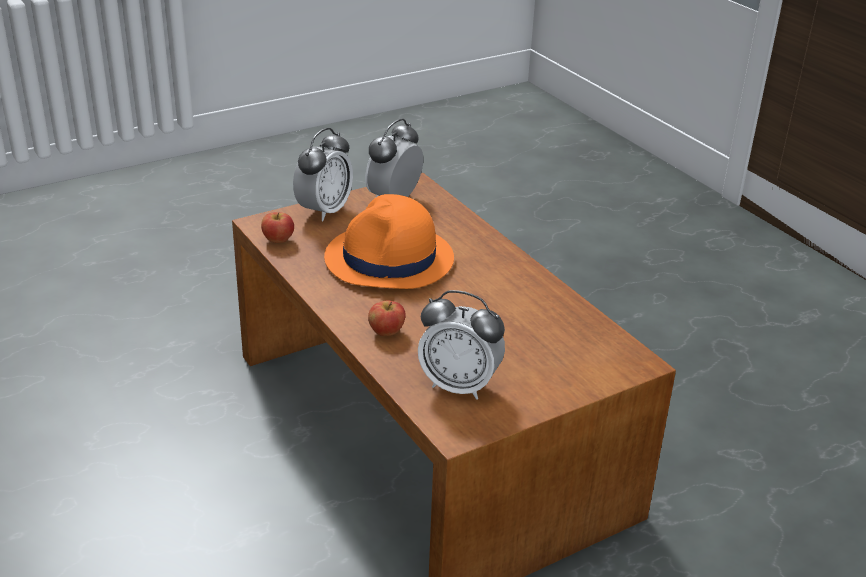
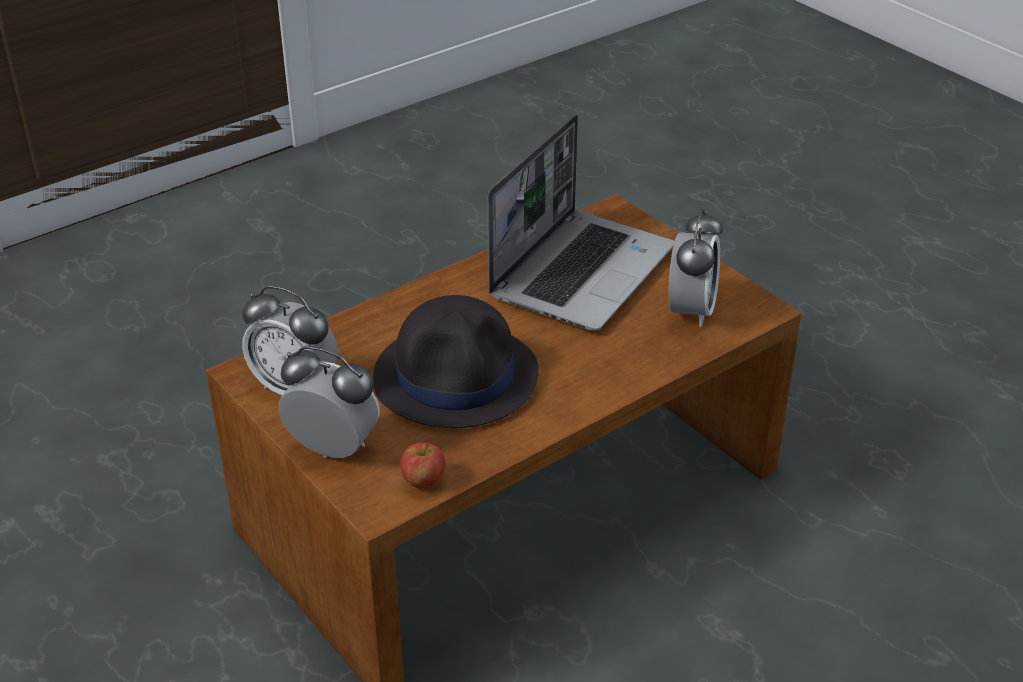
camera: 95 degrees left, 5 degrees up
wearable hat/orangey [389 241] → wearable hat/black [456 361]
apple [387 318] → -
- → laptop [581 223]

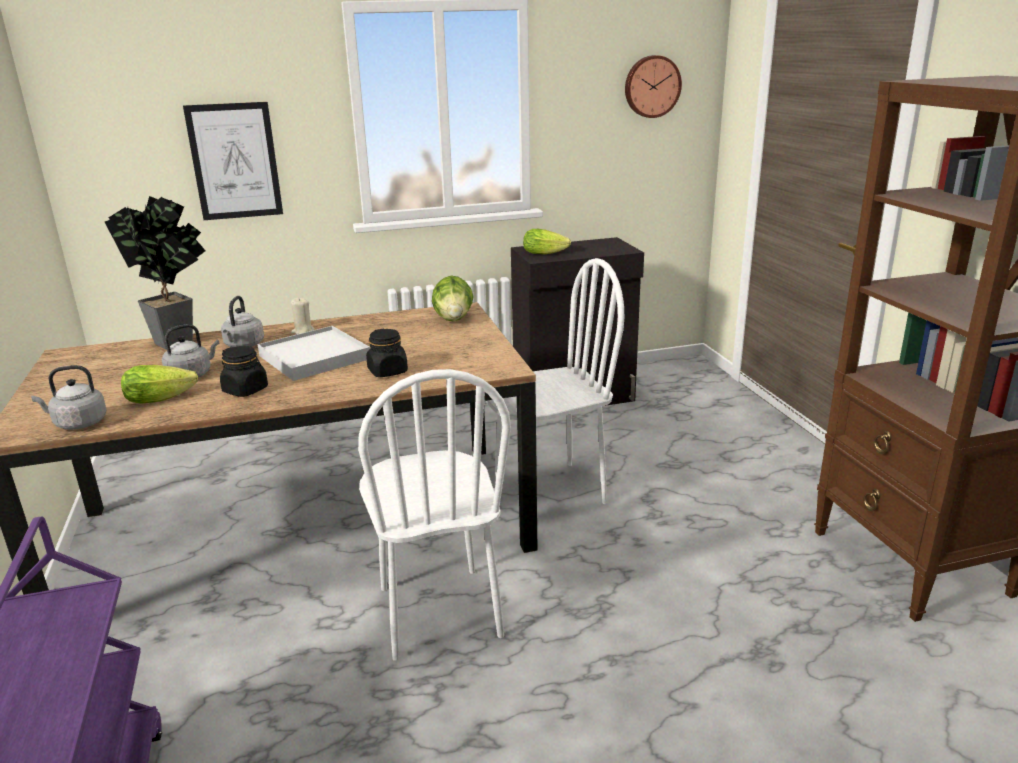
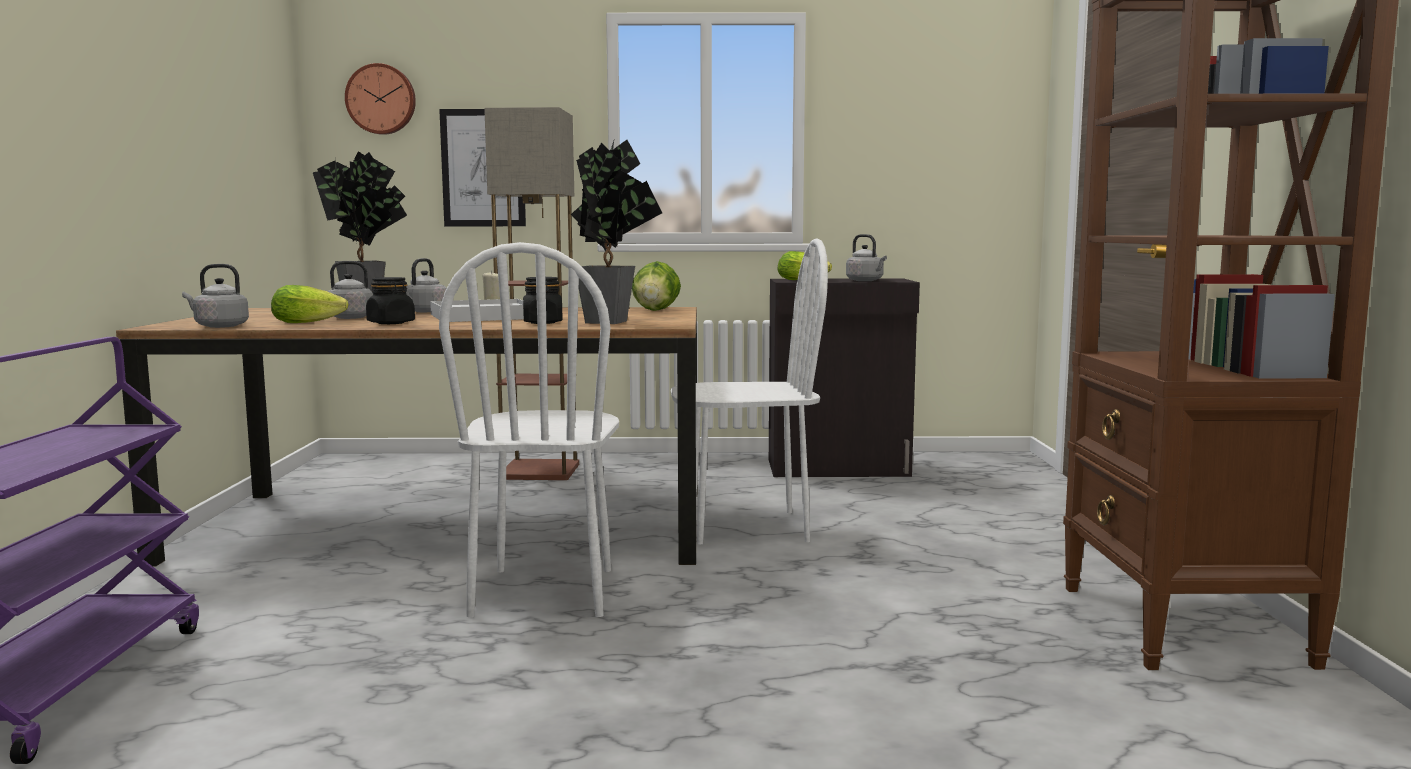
camera: 15 degrees right, 15 degrees down
clock on the wall [653 86] → clock on the wall [380 99], moved
- → floor lamp [531 293]
- → potted plant [616 231]
- → kettle/greyish [866 257]

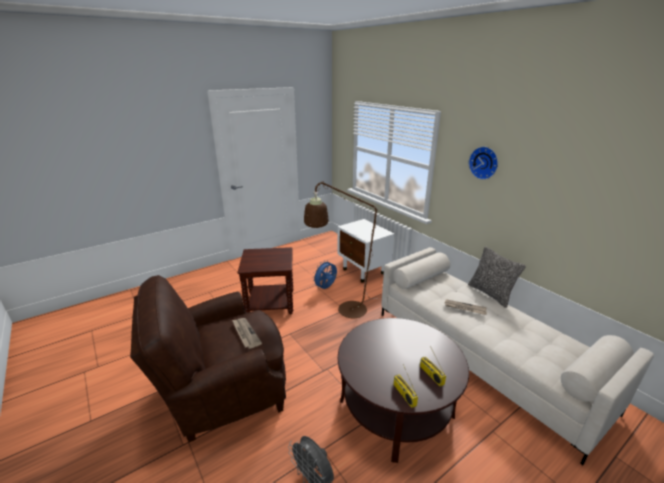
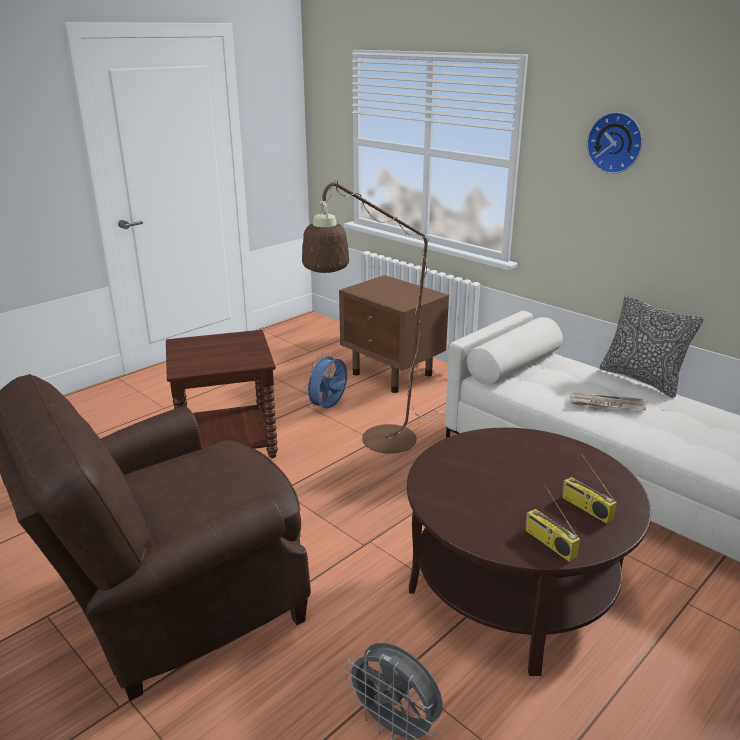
camera: 10 degrees left, 0 degrees up
printed paper [247 333] → -
nightstand/white [366 251] → nightstand/brown-coloured [394 334]

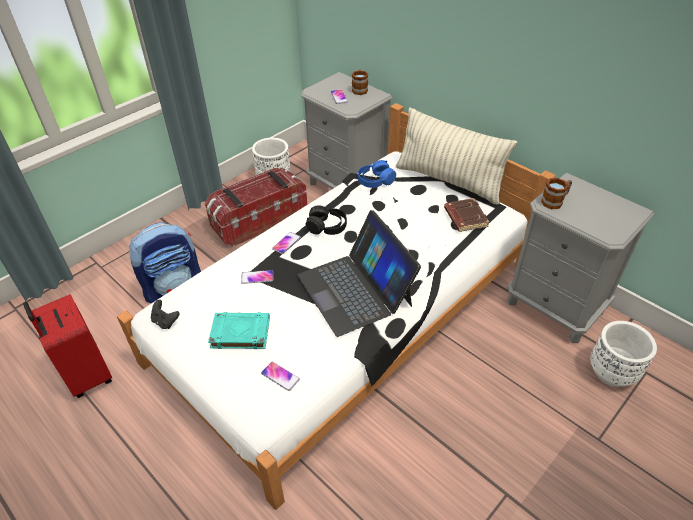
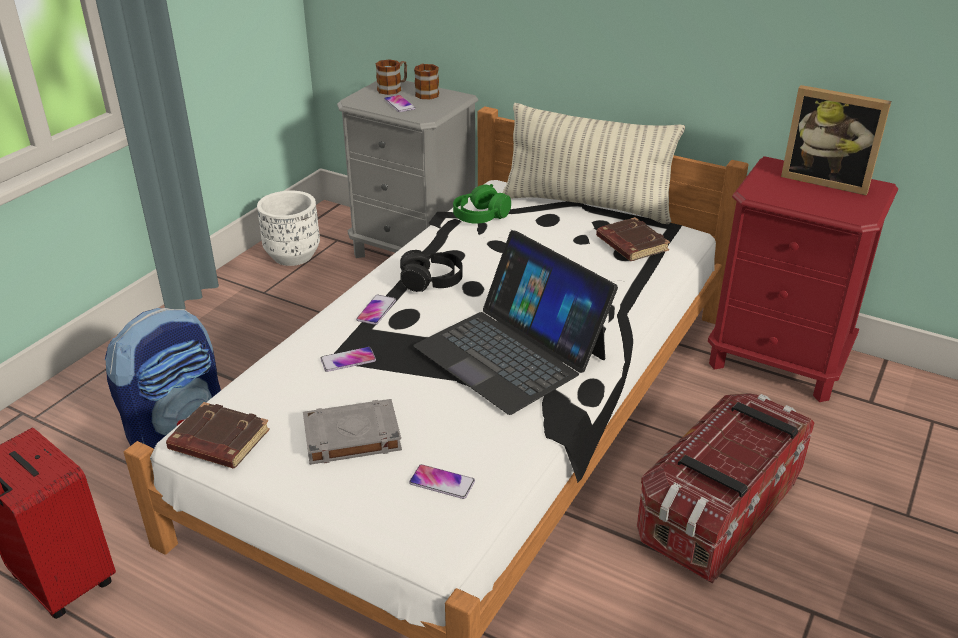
camera: 15 degrees left, 10 degrees down
gamepad/black [165 314] → bound book/brown-coloured [218 435]
storage container [256 207] → storage container [725 488], moved
bound book/turquoise-coloured [239 330] → bound book/greyish [352 432]
headset/blue [377 174] → headset/greenish [482 204]
nightstand/greyish [580 258] → nightstand/red [803 279]
tea mug [556 193] → tea mug [391 77], moved
flower pot/white [623 354] → -
- → standing frame [836 140]

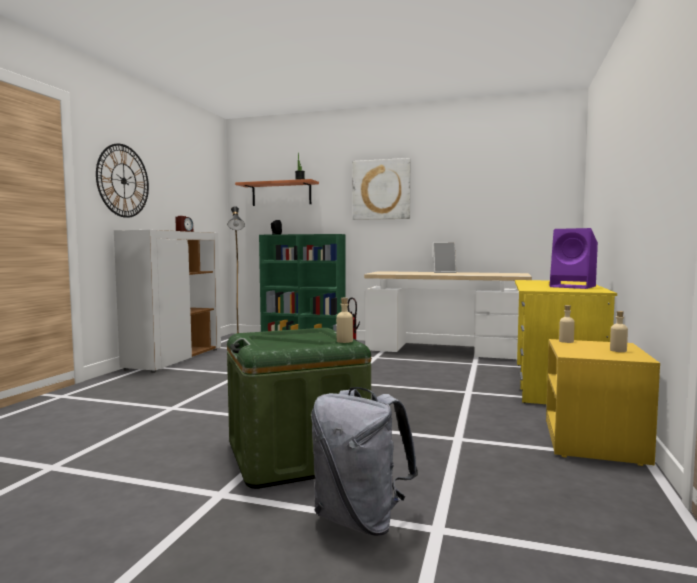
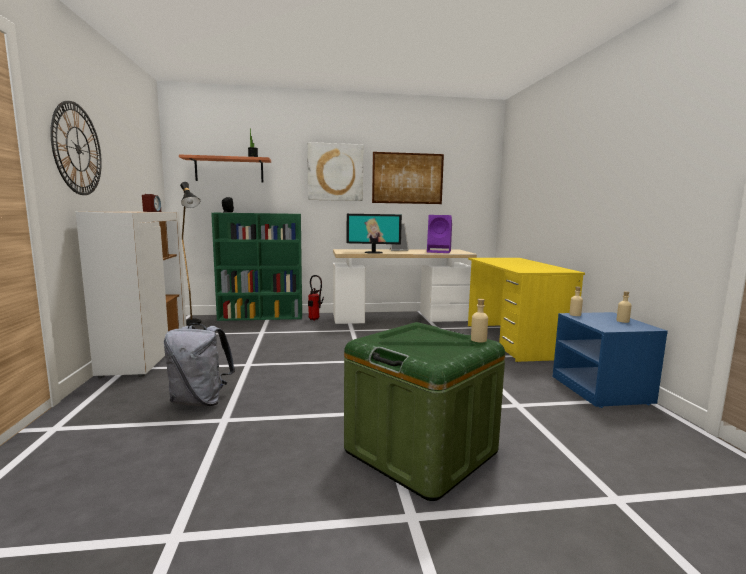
camera: 25 degrees left, 5 degrees up
rucksack/greyish [364 461] → rucksack/greyish [199 364], moved
nightstand/yellow [603 402] → nightstand/blue [610 360]
loudspeaker/purple-coloured [574 258] → loudspeaker/purple-coloured [439 234], moved
- → computer screen [374 234]
- → picture [408 178]

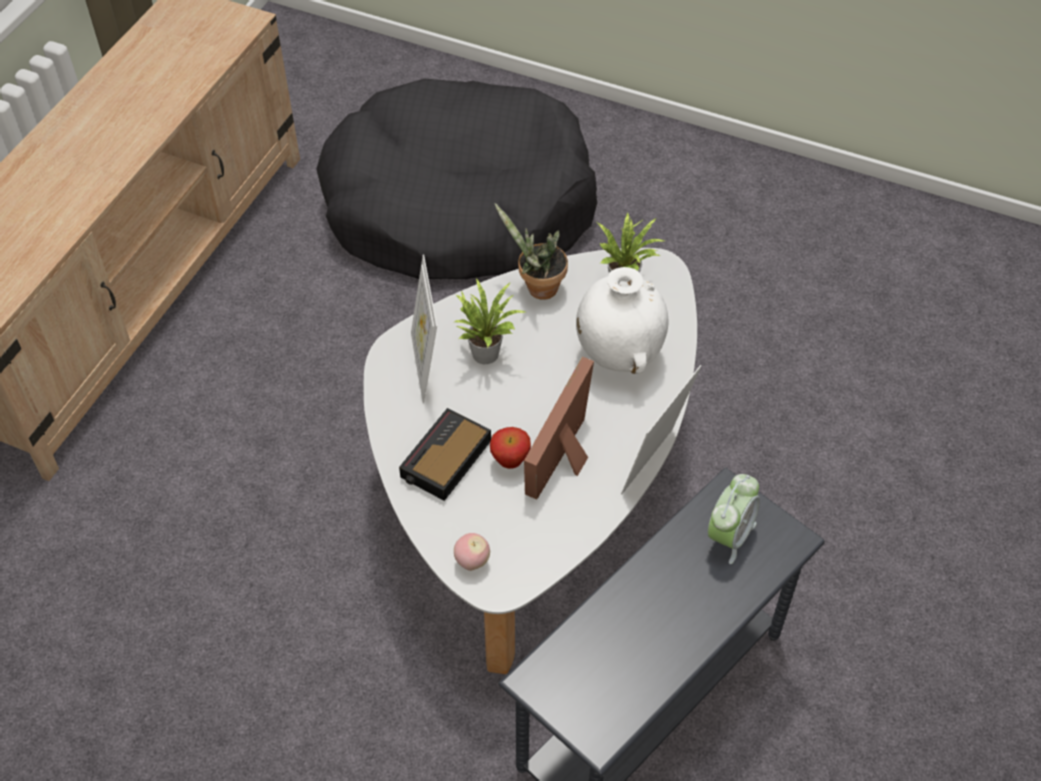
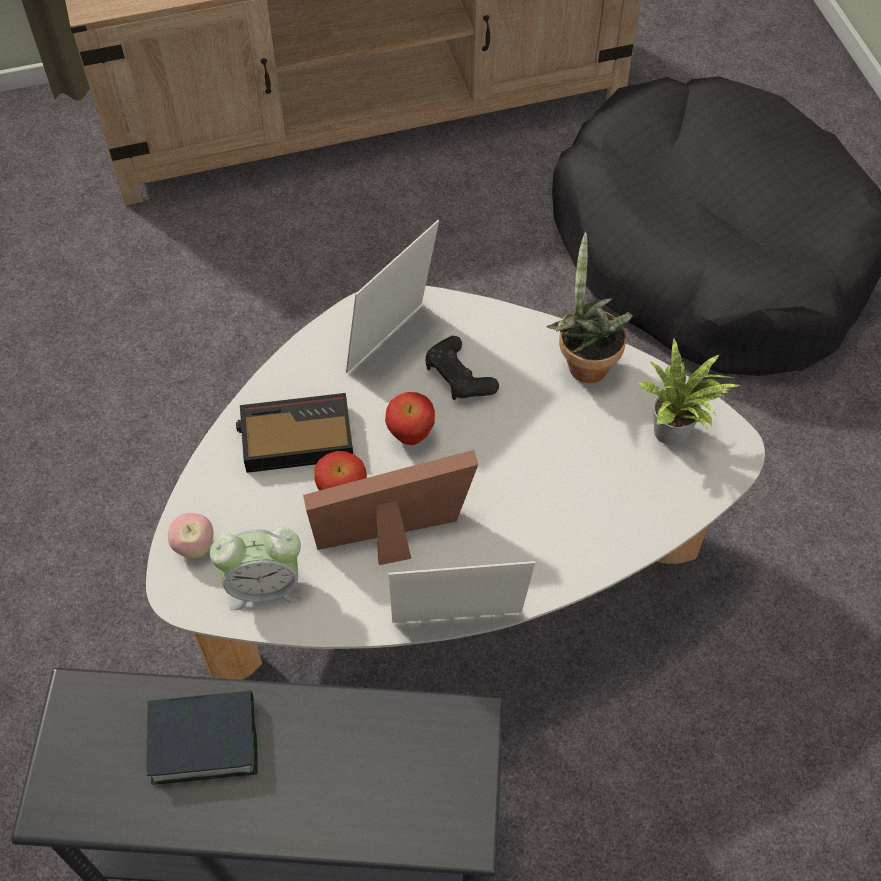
camera: 50 degrees right, 5 degrees up
potted plant [489 321] → gamepad/black [462 368]
vase/white [622 320] → -
alarm clock [734 519] → alarm clock [256 568], moved
- → bound book [201 738]
- → apple [410 418]

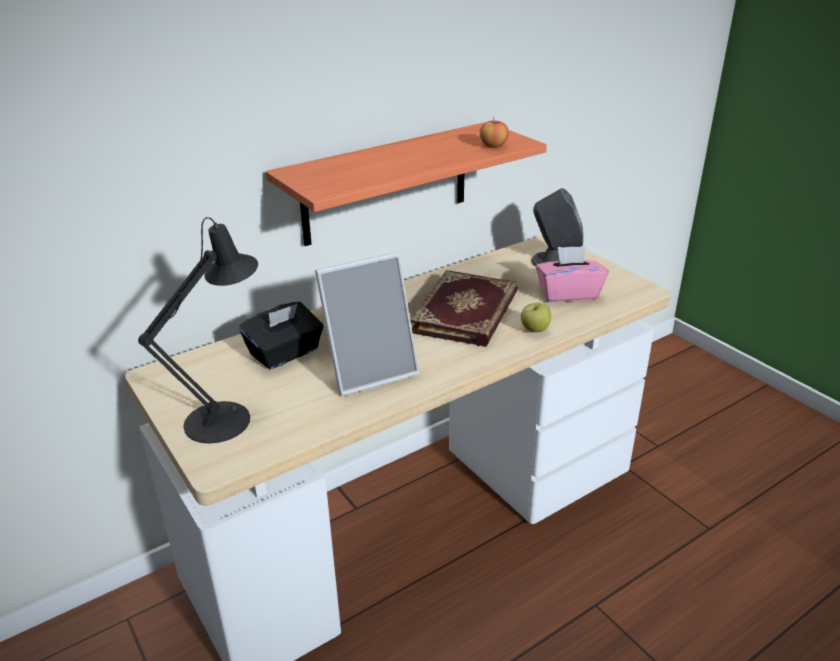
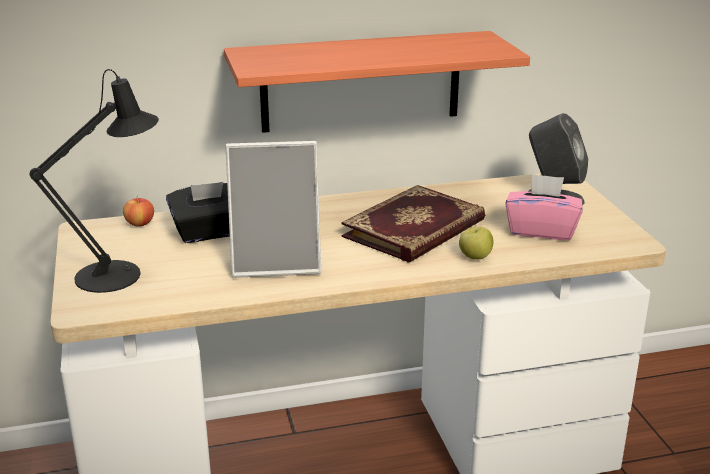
camera: 20 degrees right, 5 degrees down
apple [494 132] → apple [138 211], moved

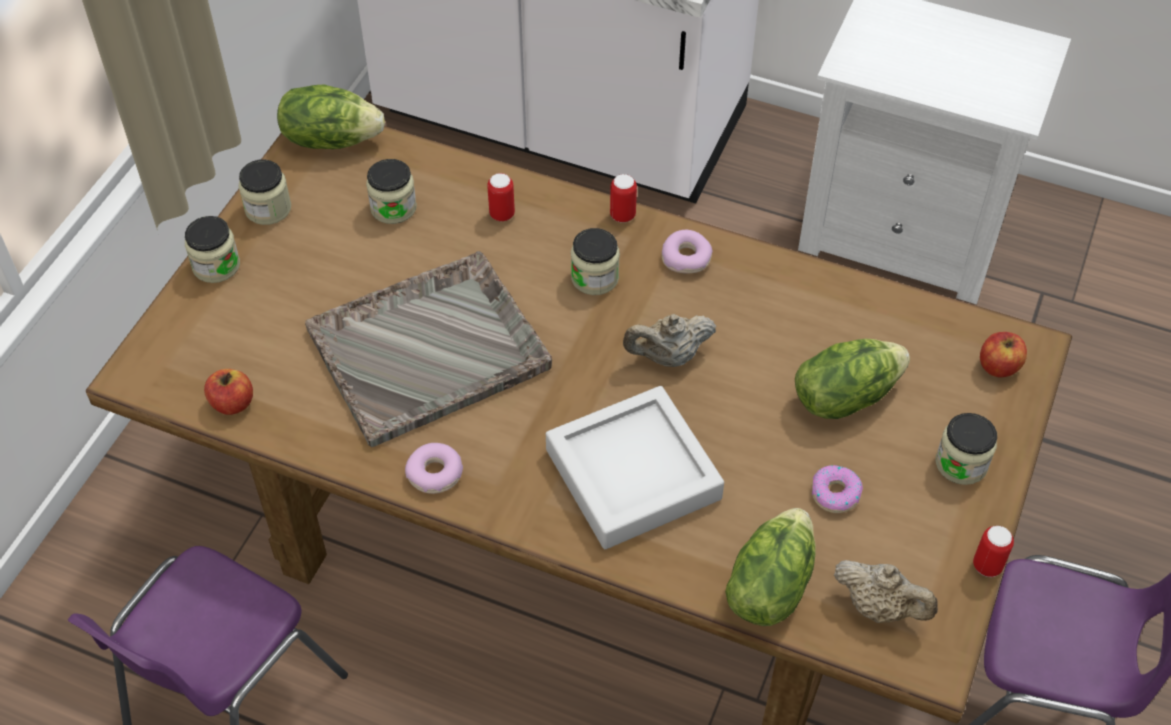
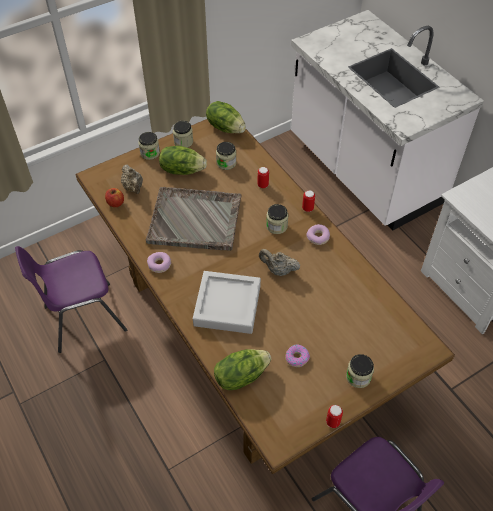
camera: 35 degrees right, 0 degrees up
lettuce [852 379] → lettuce [183 160], moved
tea pot/beige [886 591] → tea pot/beige [132 179], moved
apple [1003 354] → -

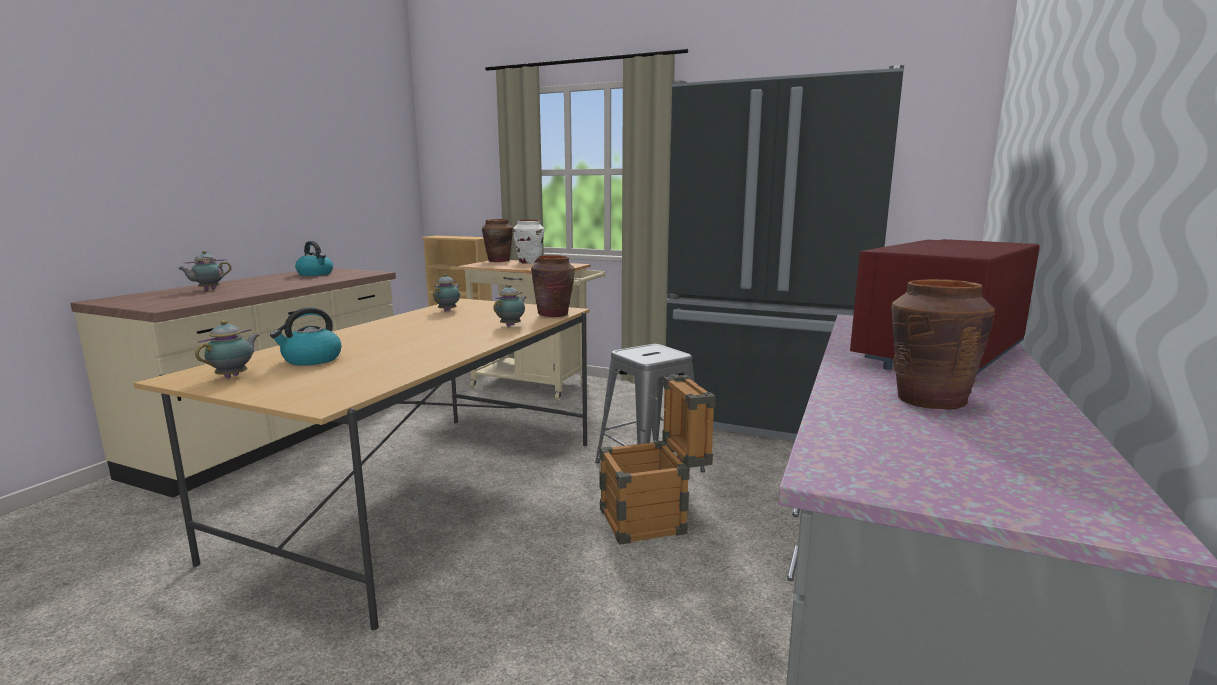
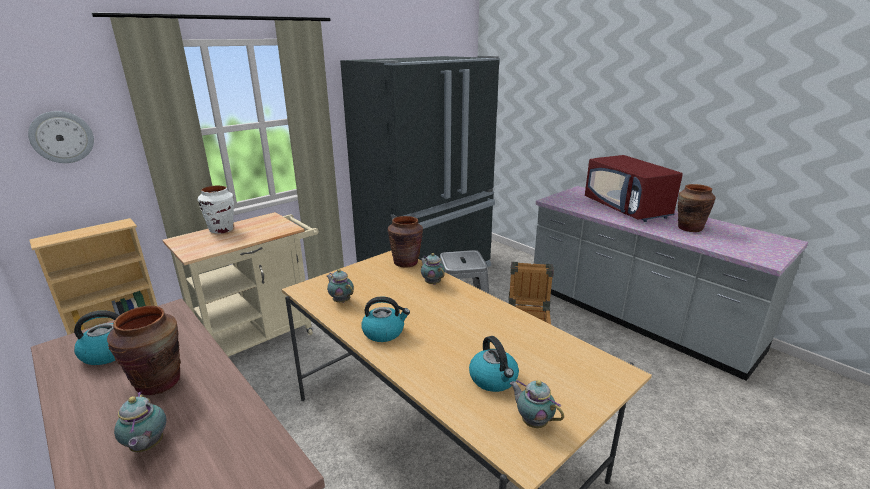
camera: 65 degrees left, 10 degrees up
vase/brown-coloured [497 240] → vase/brown-coloured [144 350], moved
- → clock on the wall [61 137]
- → kettle [385 319]

